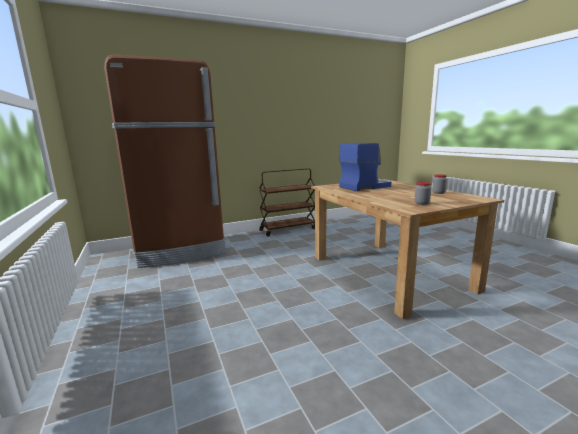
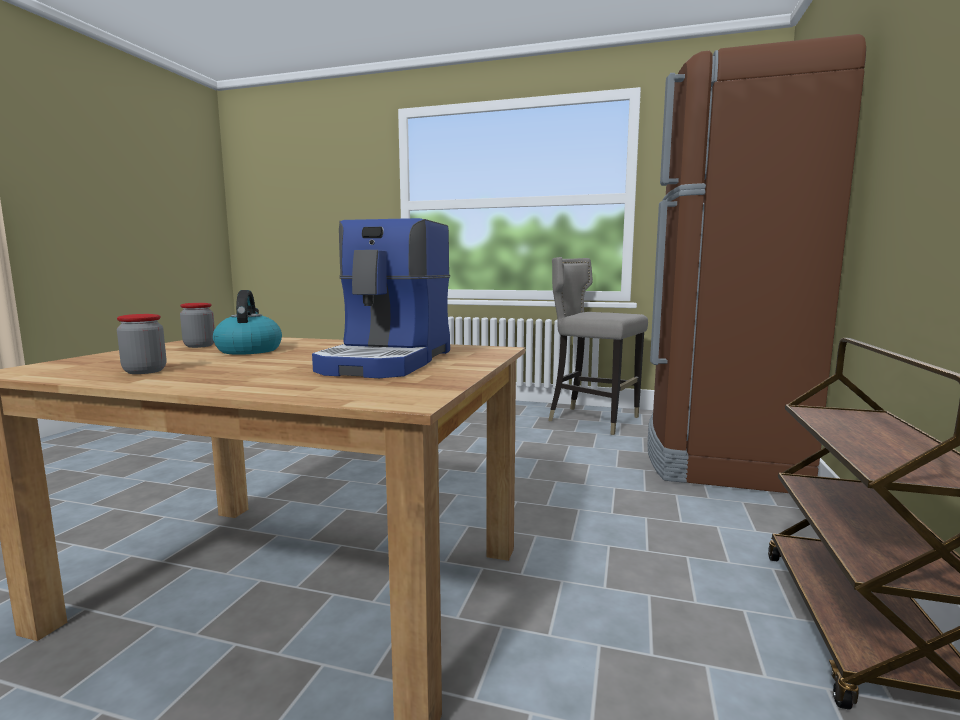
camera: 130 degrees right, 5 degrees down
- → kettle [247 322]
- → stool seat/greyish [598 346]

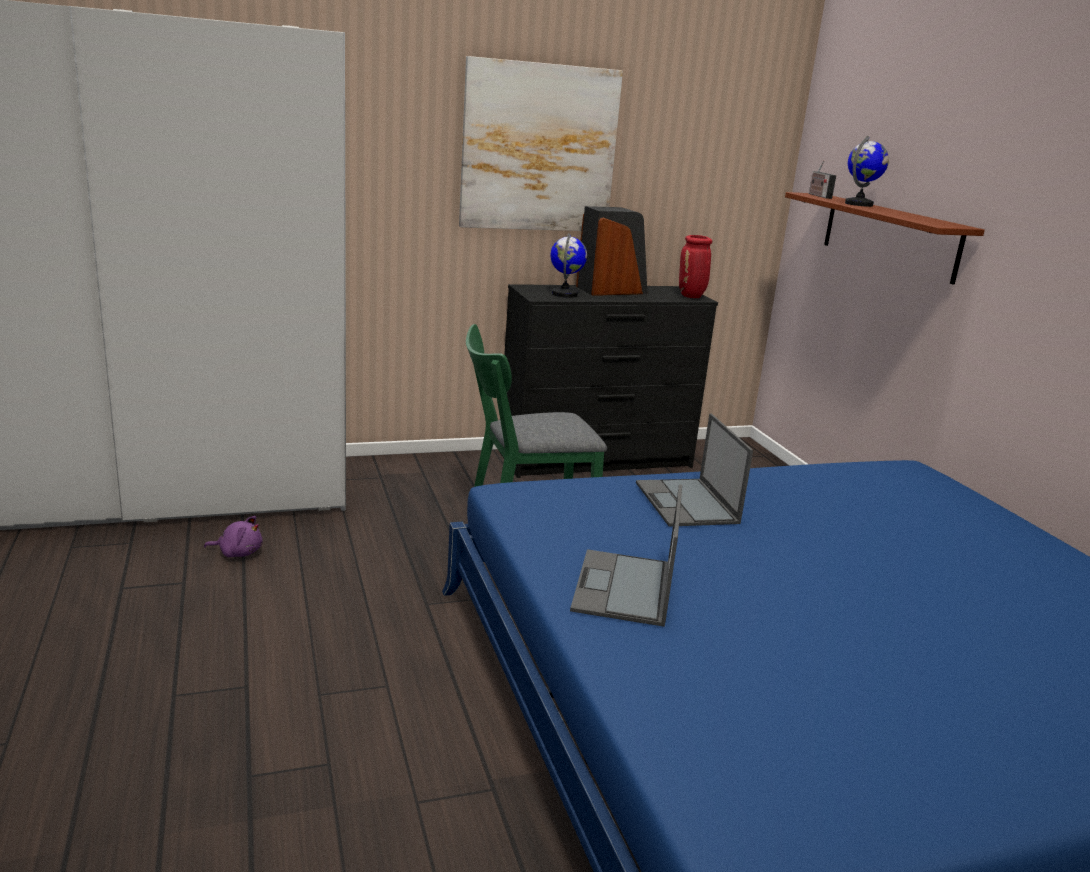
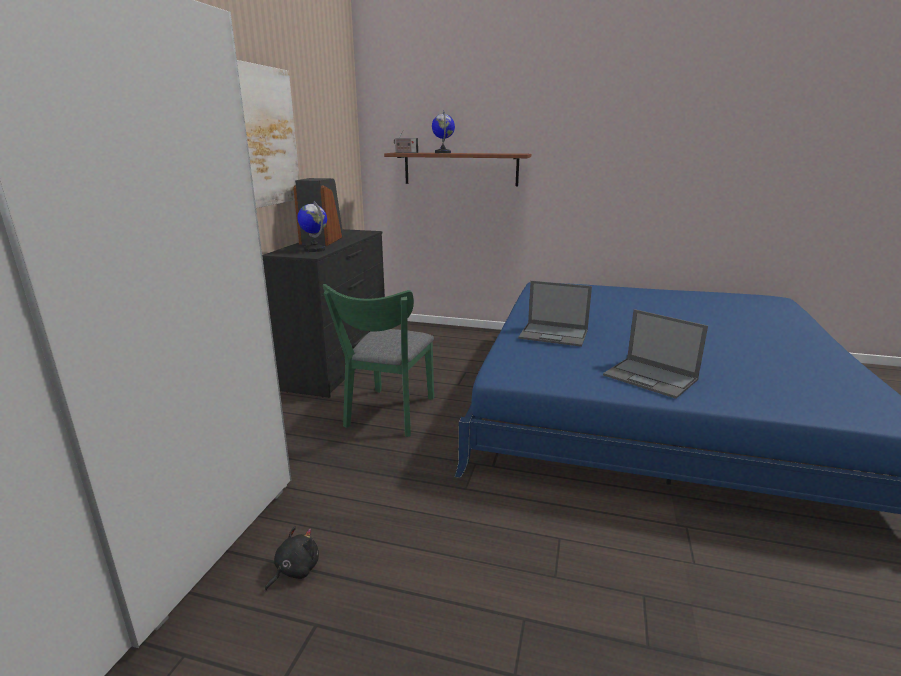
camera: 55 degrees left, 0 degrees up
plush toy/purple-coloured [233 536] → plush toy/black [292 558]
vase/red [695 266] → -

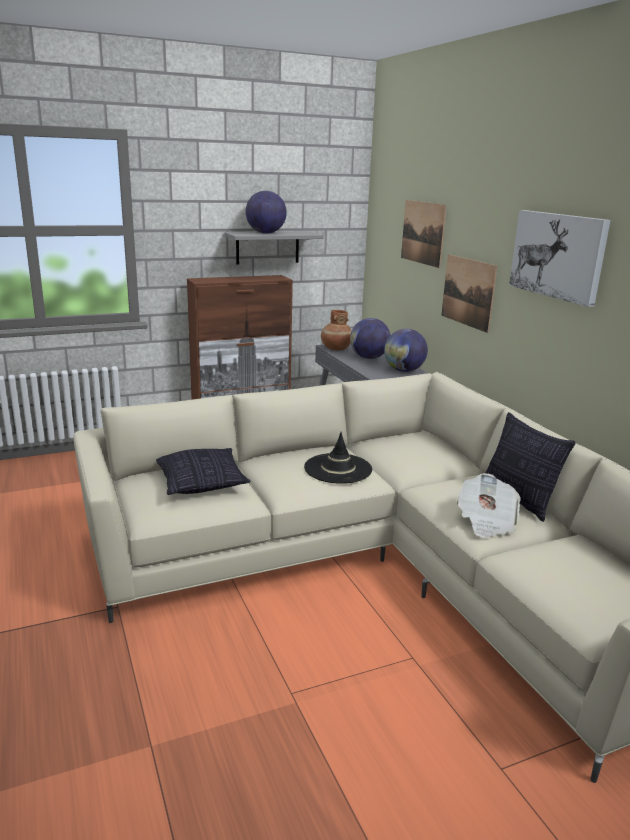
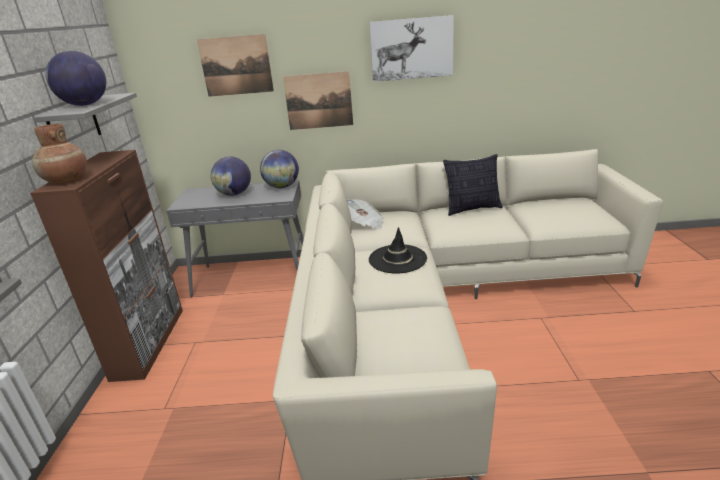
camera: 65 degrees left, 5 degrees up
pillow [203 471] → -
vase/brown-coloured [336 330] → vase/brown-coloured [59 154], moved
printed paper [489 505] → printed paper [365 214], moved

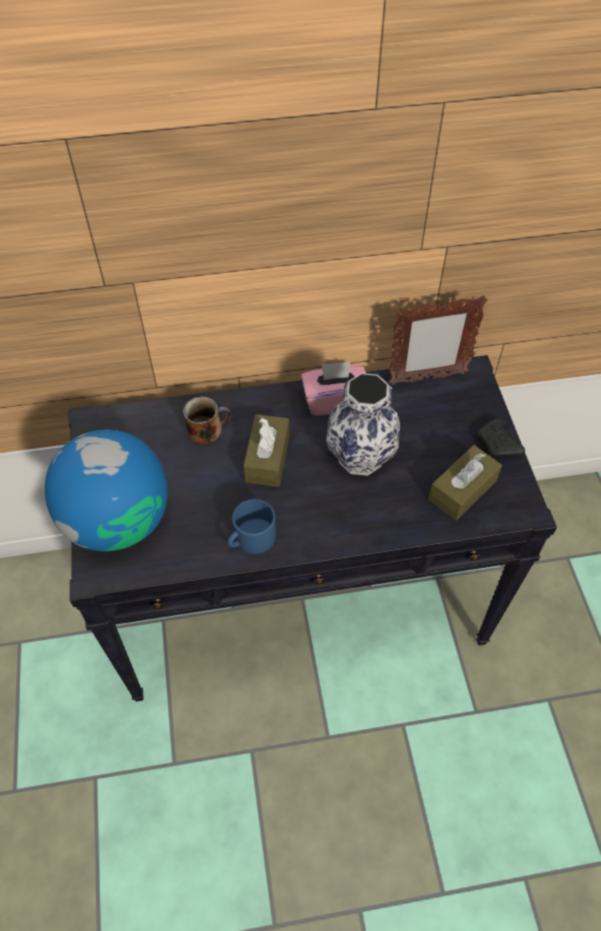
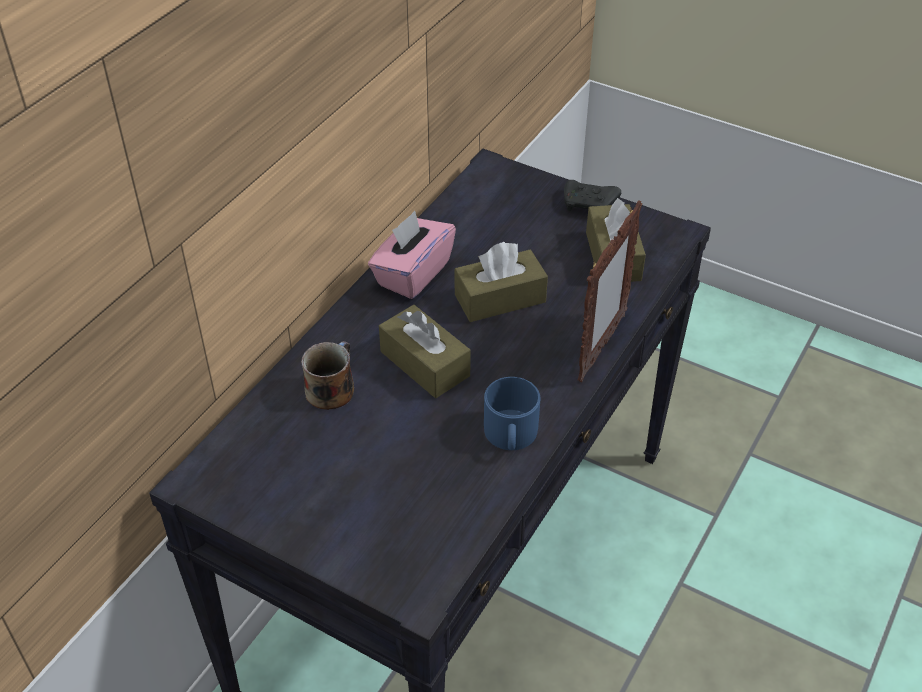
camera: 50 degrees left, 10 degrees down
desk globe [106 490] → -
vase [363 424] → tissue holder/brown-coloured [501 282]
standing frame [437 340] → standing frame [610 291], moved

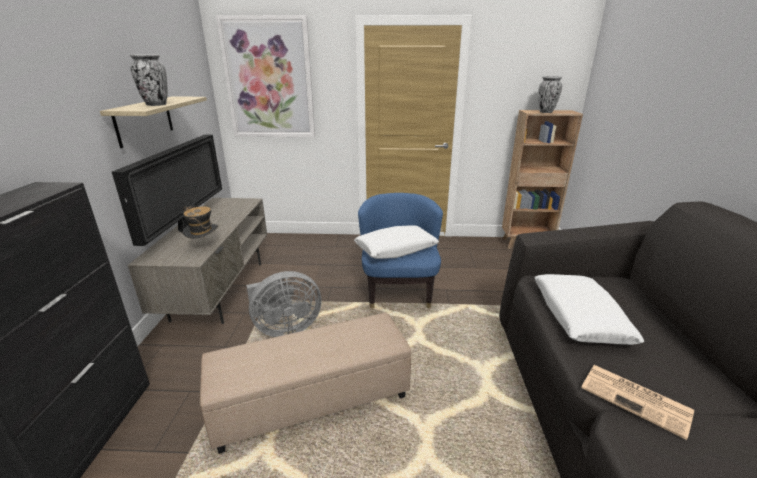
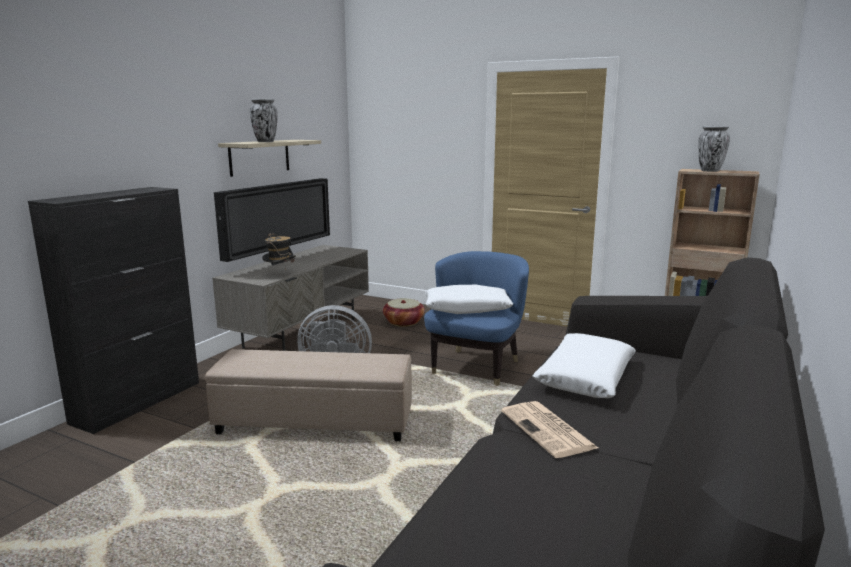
camera: 25 degrees right, 10 degrees down
picture [265 76] → -
- → storage basket [404 312]

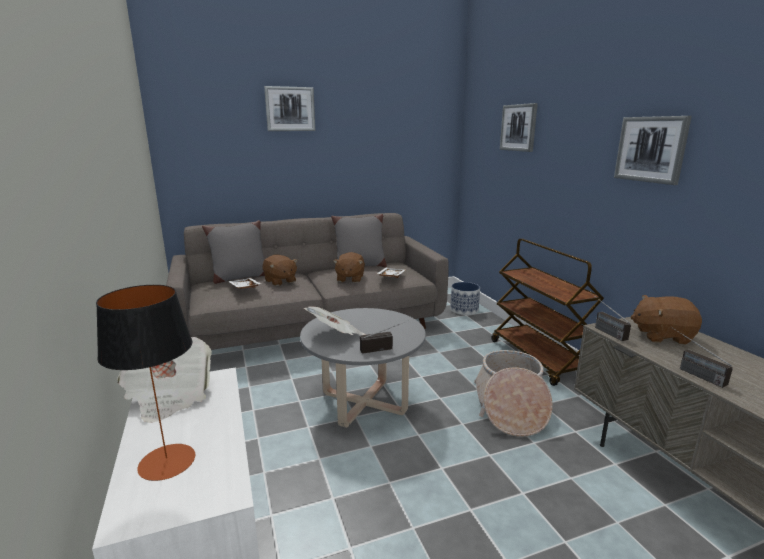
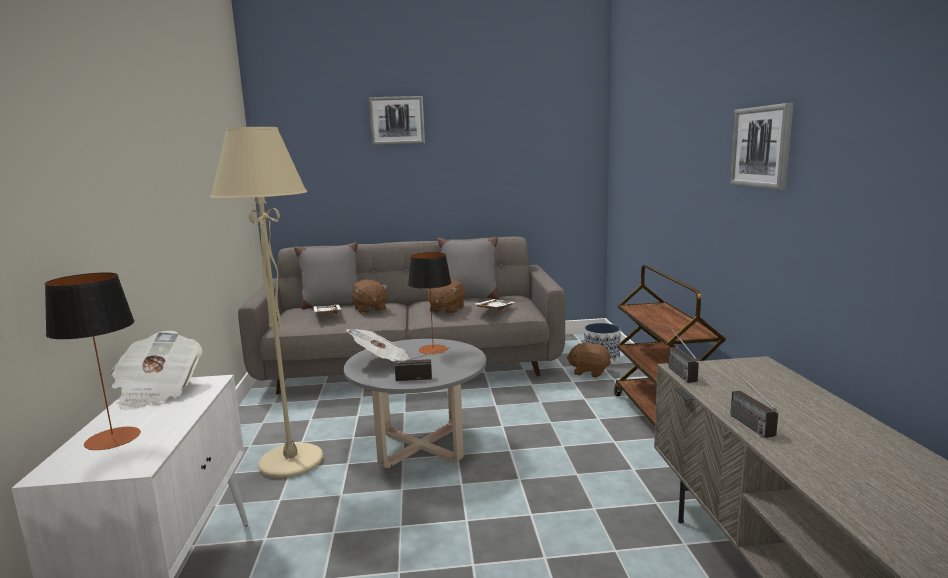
camera: 15 degrees right, 5 degrees down
storage basket [513 393] → -
picture [519 127] → -
plush toy/brown-coloured [666 320] → plush toy/brown-coloured [589 360], moved
- → floor lamp/beige [266 302]
- → table lamp [429 303]

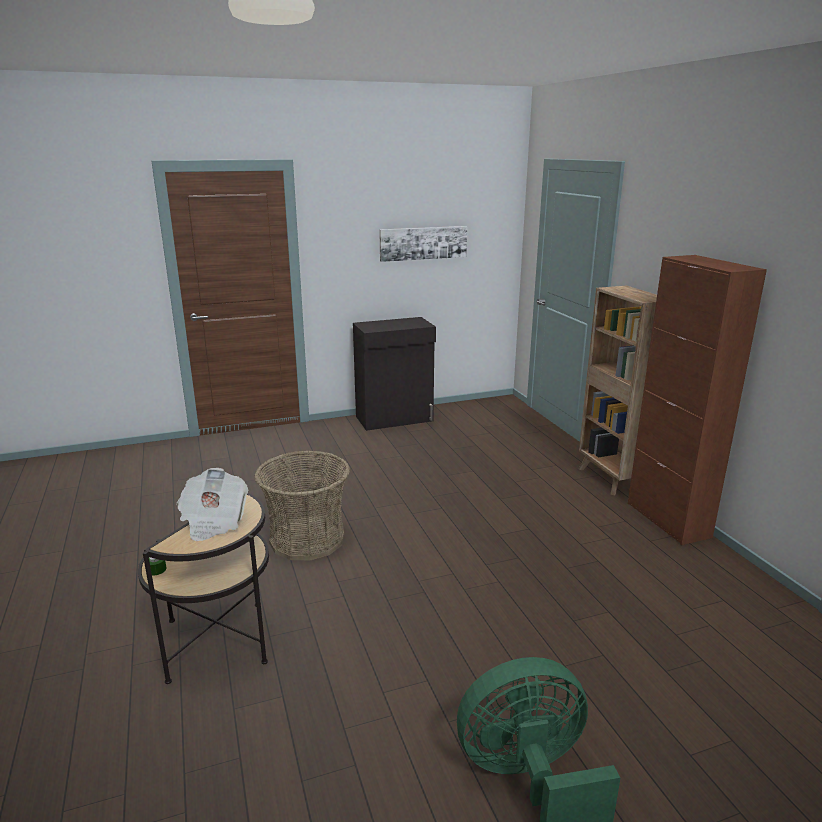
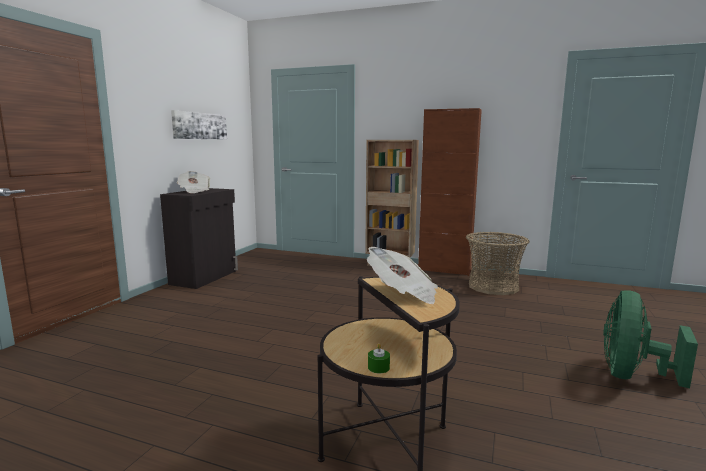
camera: 50 degrees left, 10 degrees down
storage basket [302 505] → storage basket [497 263], moved
- → printed paper [193 182]

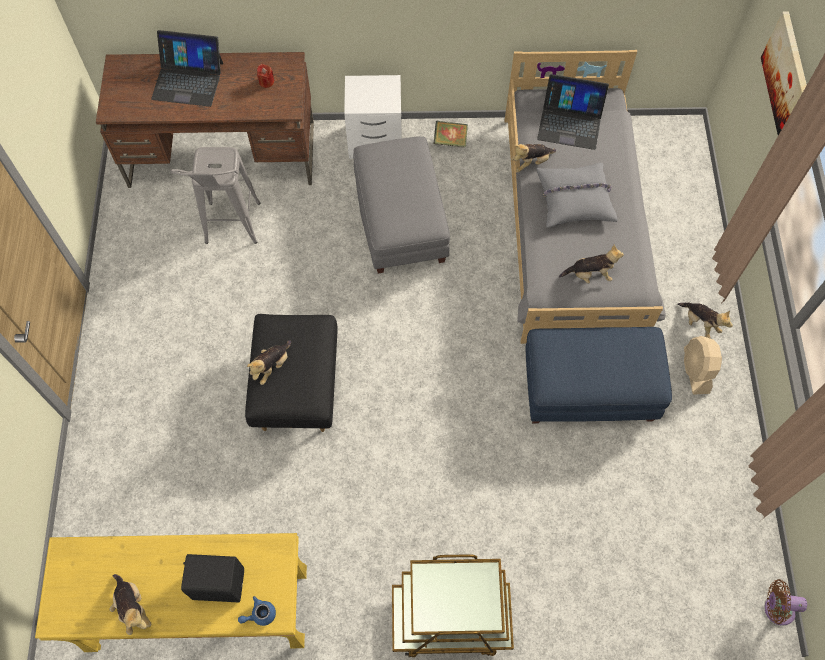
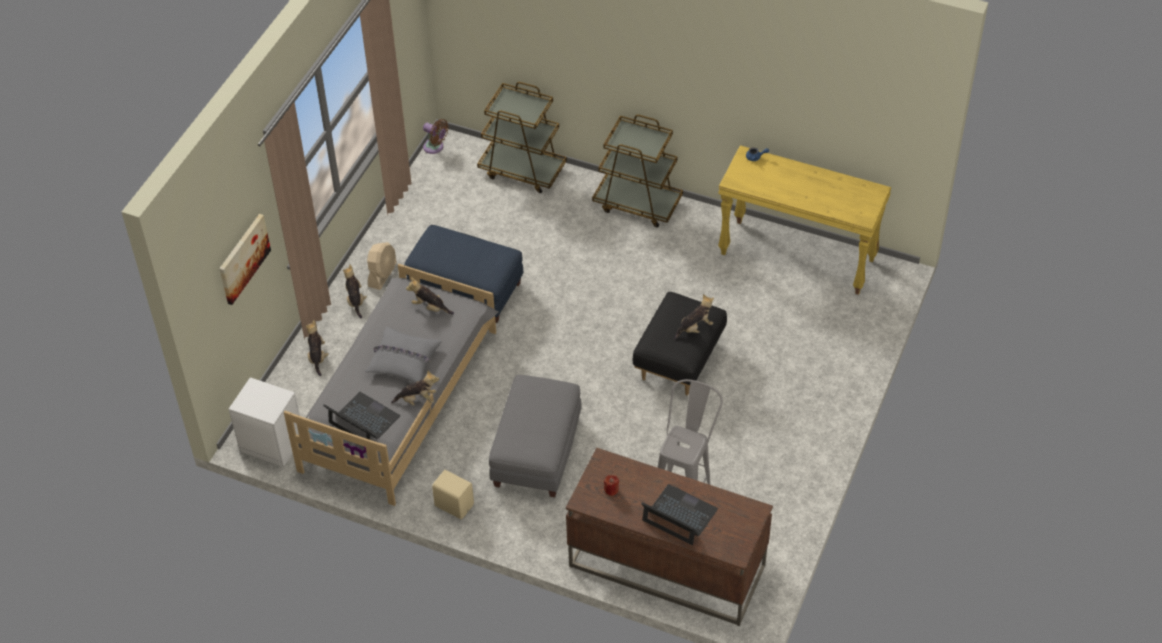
camera: 155 degrees left, 15 degrees down
plush toy [130 604] → plush toy [317 348], moved
loudspeaker/black [212 578] → -
nightstand/white [373 117] → nightstand/white [264 422], moved
bound book [451 134] → loudspeaker/beige [453 494]
- → wheeled cart/brown-coloured [522 137]

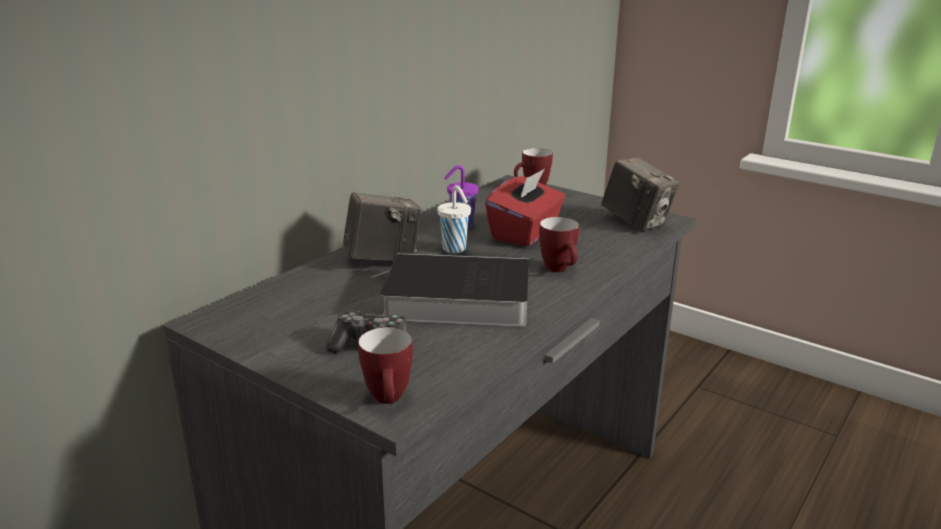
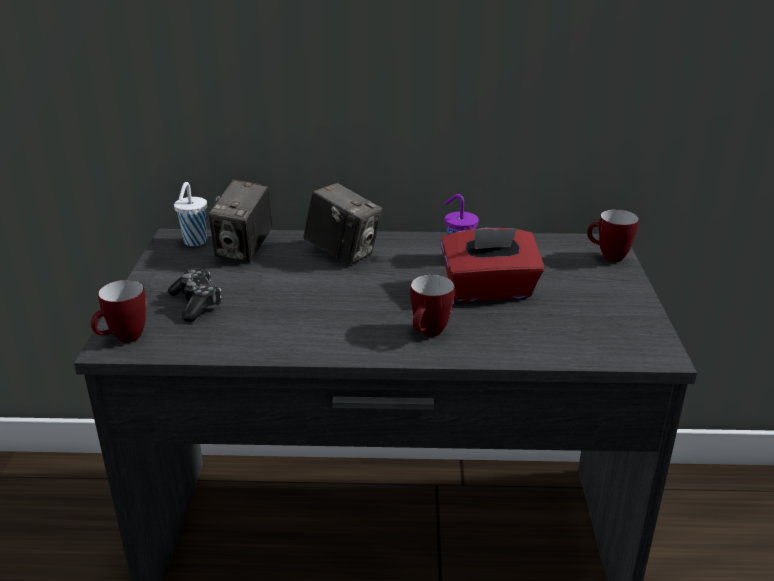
camera: 55 degrees right, 5 degrees up
bound book [449 290] → -
drinking cup/white [454 219] → drinking cup/white [190 214], moved
still camera [640 194] → still camera [240 221], moved

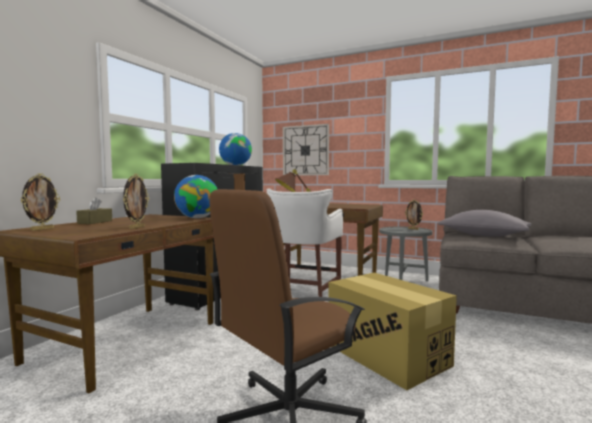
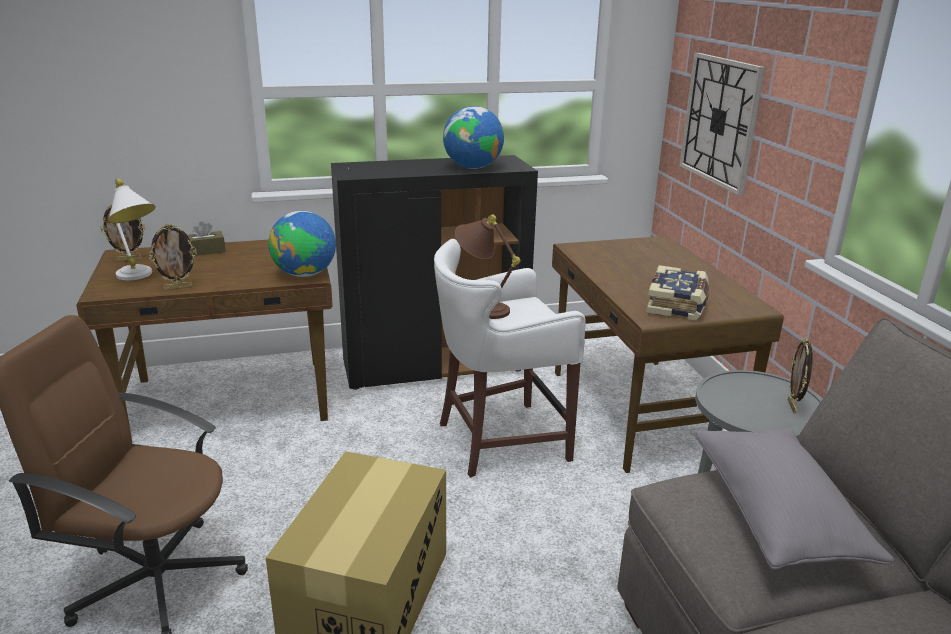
camera: 50 degrees right, 20 degrees up
- → table lamp/white [132 229]
- → bound book [677 293]

